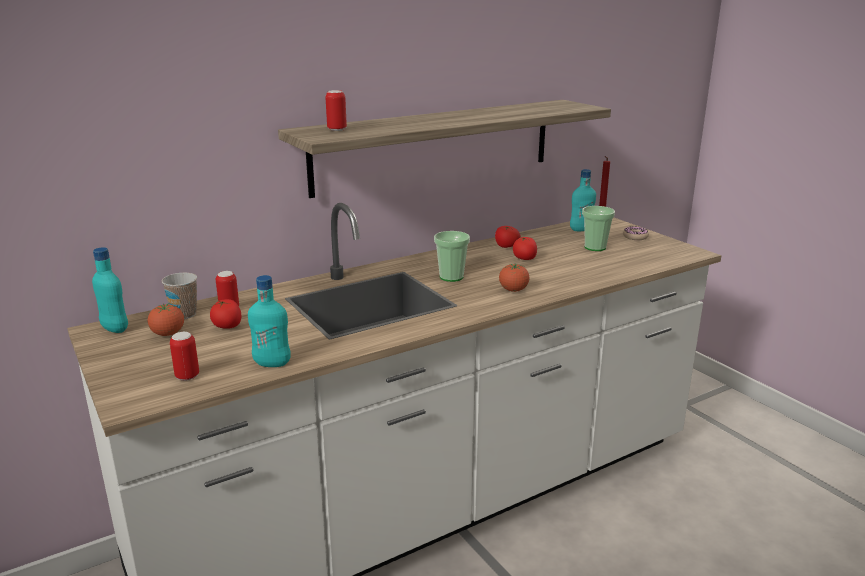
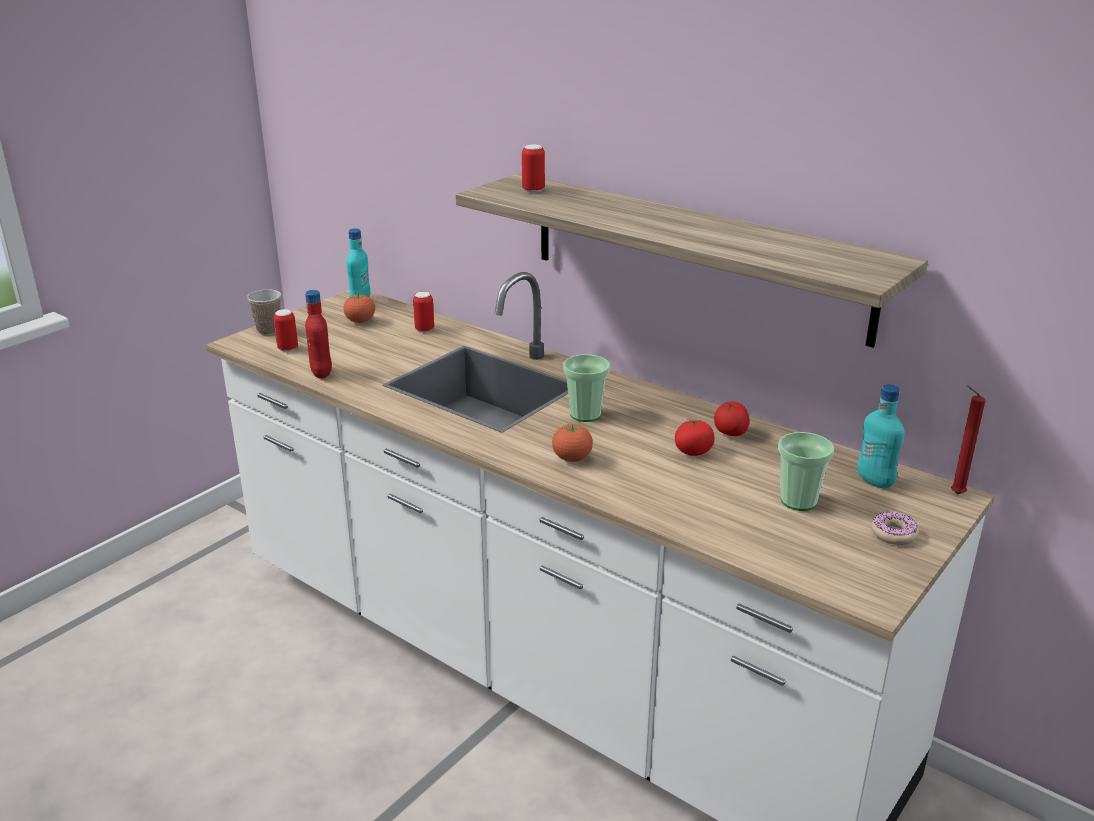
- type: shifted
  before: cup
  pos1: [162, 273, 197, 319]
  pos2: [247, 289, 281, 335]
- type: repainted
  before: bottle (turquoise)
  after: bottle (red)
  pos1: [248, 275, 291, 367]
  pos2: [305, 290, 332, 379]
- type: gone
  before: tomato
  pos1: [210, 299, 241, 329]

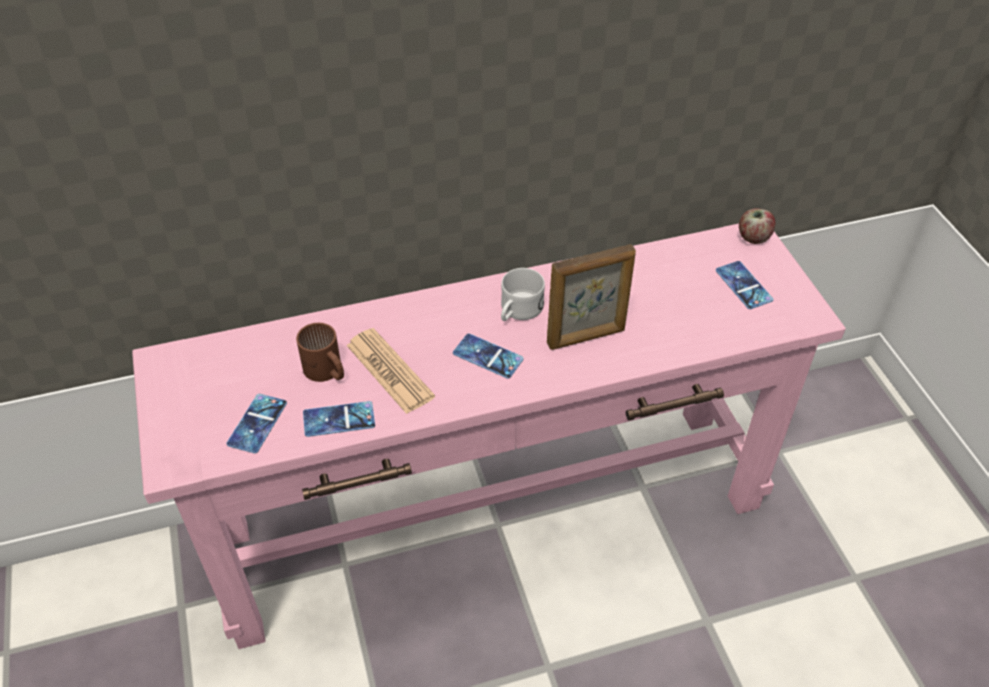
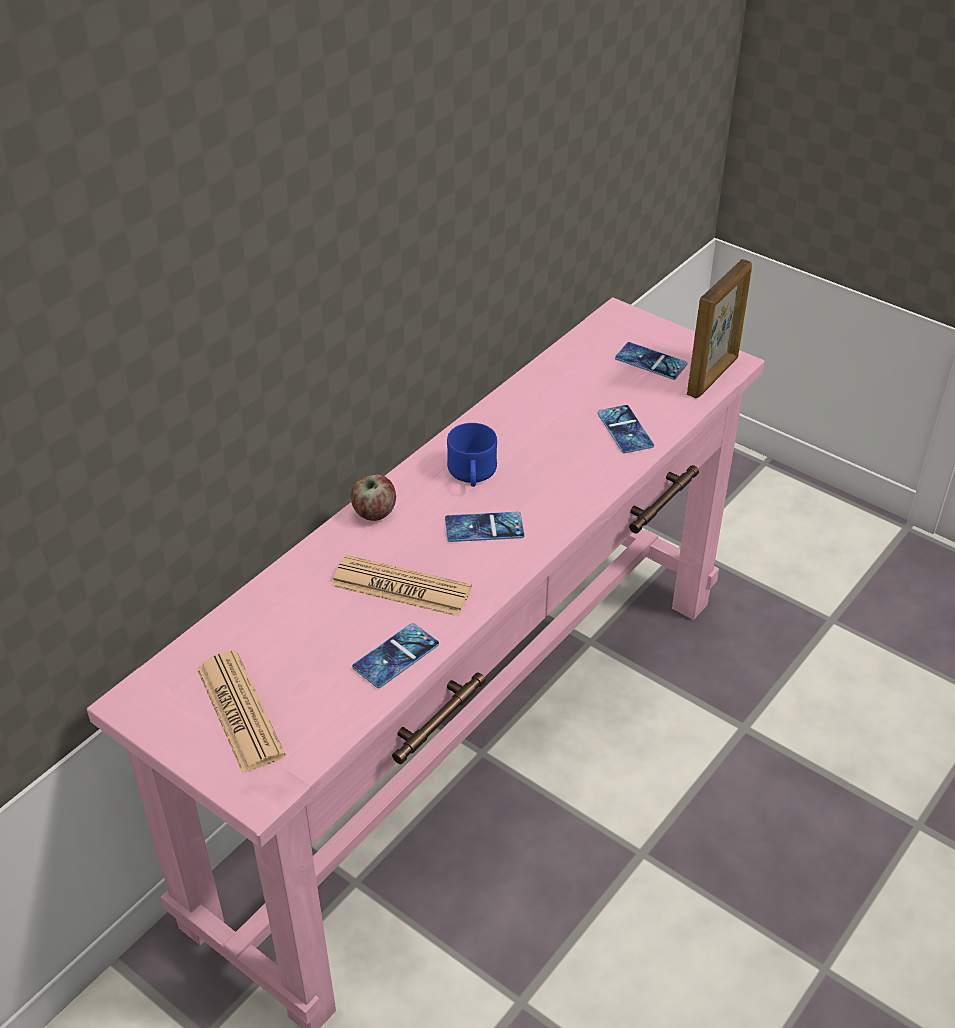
- type: new
  after: newspaper
  pos2: [197, 650, 286, 774]
- type: shifted
  before: apple
  pos1: [739, 208, 775, 244]
  pos2: [351, 475, 396, 521]
- type: repainted
  before: mug (white)
  after: mug (blue)
  pos1: [501, 268, 545, 321]
  pos2: [447, 423, 497, 487]
- type: shifted
  before: phone
  pos1: [226, 394, 287, 453]
  pos2: [597, 405, 654, 453]
- type: shifted
  before: picture frame
  pos1: [547, 244, 636, 350]
  pos2: [687, 259, 752, 398]
- type: gone
  before: mug (brown)
  pos1: [296, 323, 344, 382]

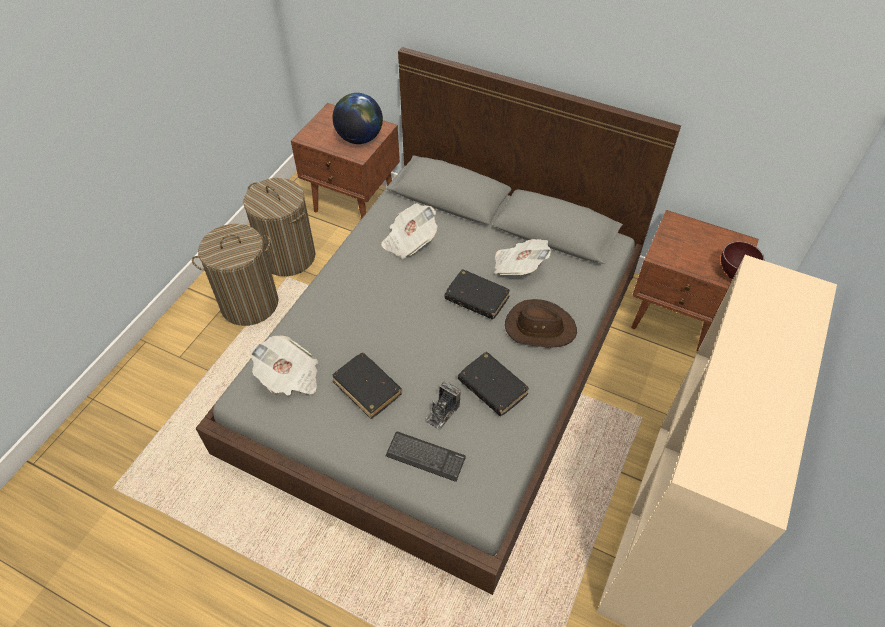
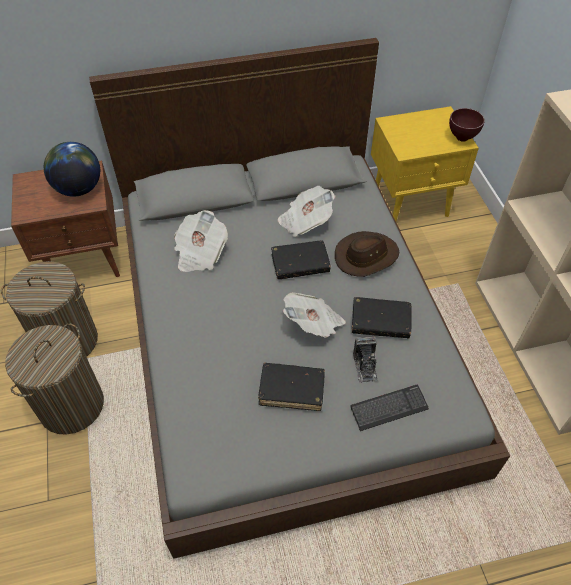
- type: shifted
  before: newspaper
  pos1: [250, 336, 318, 396]
  pos2: [283, 292, 346, 338]
- type: repainted
  before: nightstand (brown)
  after: nightstand (yellow)
  pos1: [631, 210, 759, 352]
  pos2: [371, 106, 479, 221]

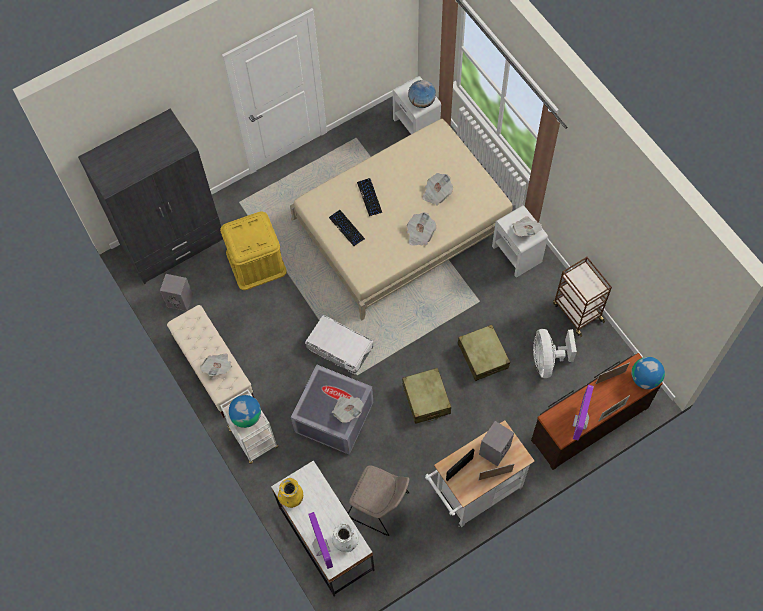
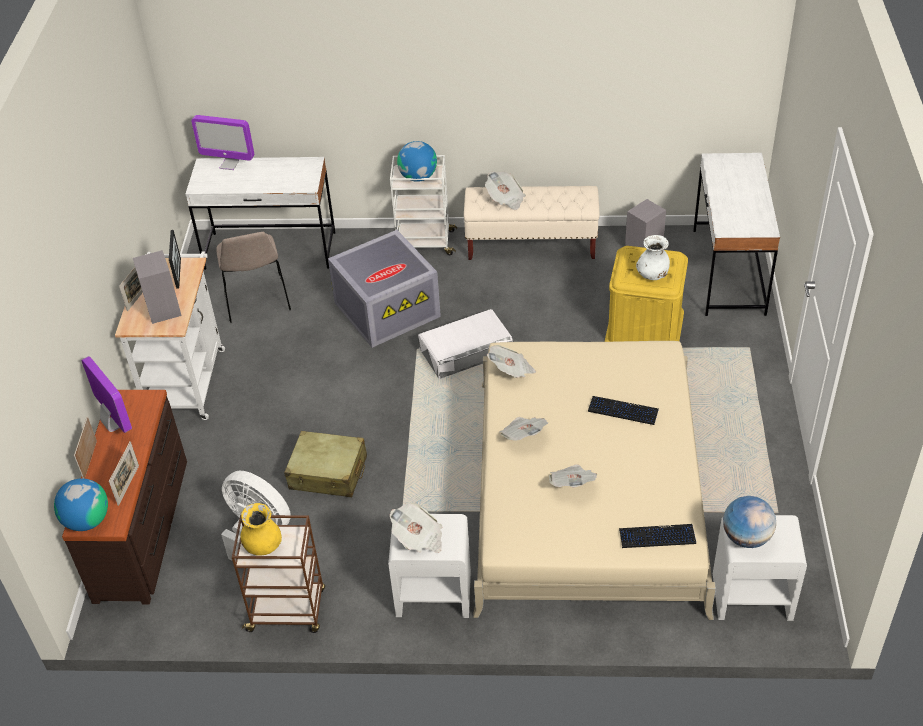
- type: rotated
  before: chair (beige)
  pos1: [348, 465, 409, 536]
  pos2: [216, 232, 291, 323]
  turn: -75
- type: shifted
  before: vase (yellow)
  pos1: [278, 478, 303, 508]
  pos2: [240, 503, 282, 556]
- type: shifted
  before: newspaper
  pos1: [332, 396, 364, 423]
  pos2: [486, 345, 536, 378]
- type: shifted
  before: keyboard
  pos1: [329, 210, 365, 246]
  pos2: [619, 524, 696, 548]
- type: shifted
  before: vase (white)
  pos1: [332, 523, 359, 552]
  pos2: [636, 235, 670, 280]
- type: swapped
  before: wardrobe (grey)
  after: desk (white)
  pos1: [78, 109, 223, 284]
  pos2: [693, 153, 780, 316]
- type: gone
  before: suitcase (beige)
  pos1: [402, 368, 451, 424]

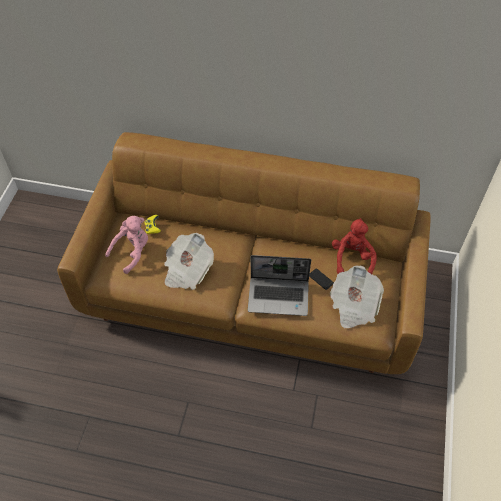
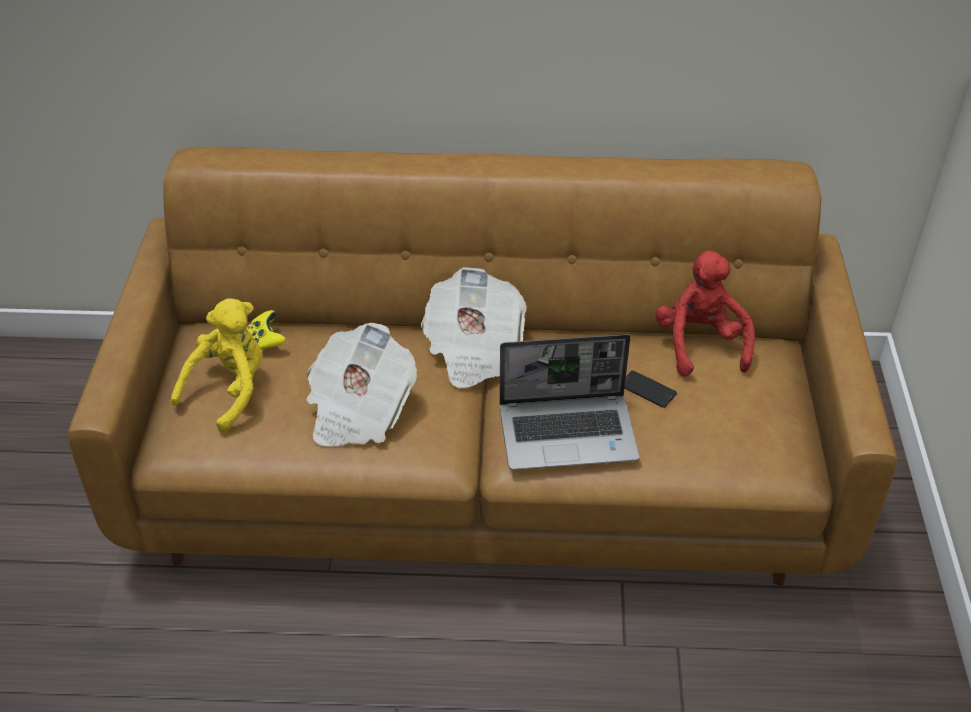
- type: repainted
  before: plush toy (pink)
  after: plush toy (yellow)
  pos1: [105, 216, 148, 274]
  pos2: [171, 299, 263, 433]
- type: shifted
  before: newspaper
  pos1: [330, 266, 384, 328]
  pos2: [421, 267, 527, 389]

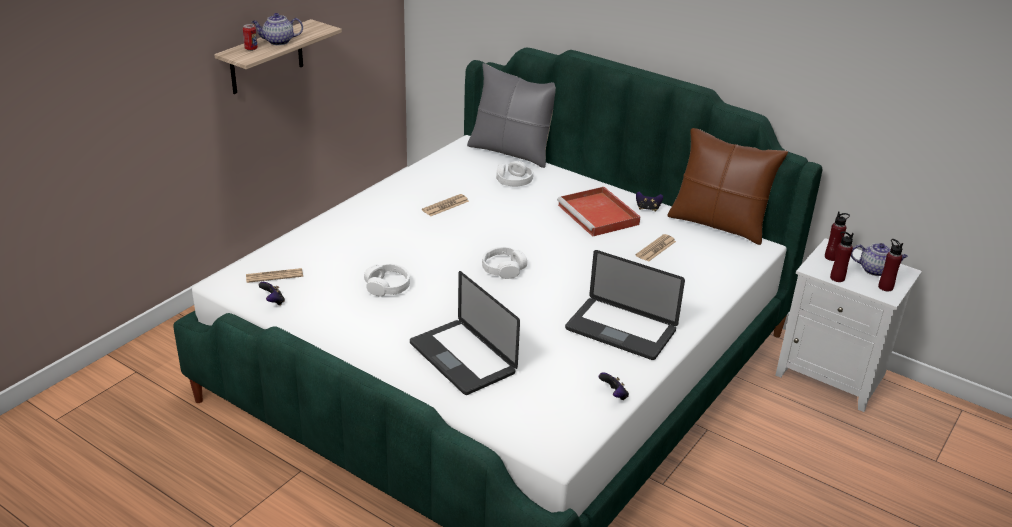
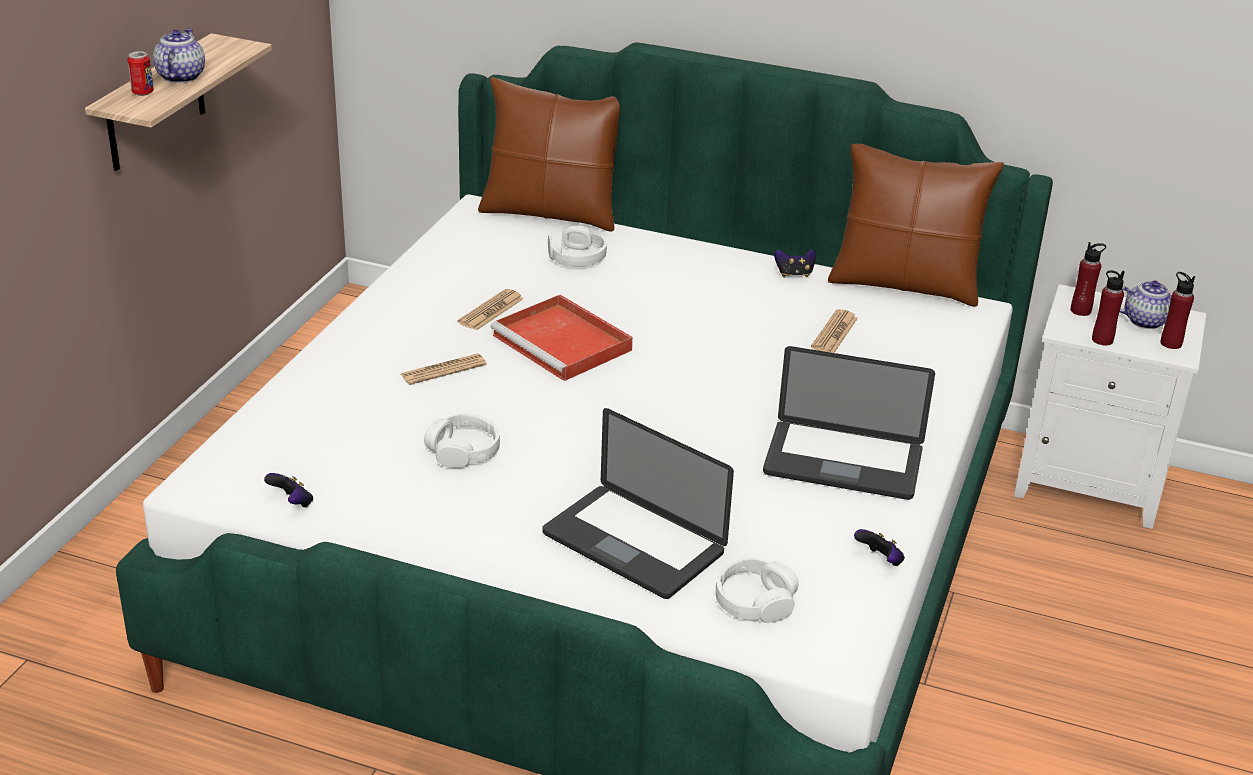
- type: rotated
  before: teapot
  pos1: [252, 13, 303, 45]
  pos2: [153, 28, 205, 83]
  turn: 120
- type: shifted
  before: newspaper
  pos1: [246, 268, 303, 283]
  pos2: [401, 353, 487, 385]
- type: repainted
  before: pillow (grey)
  after: pillow (brown)
  pos1: [467, 63, 556, 168]
  pos2: [478, 77, 620, 232]
- type: shifted
  before: tray (red)
  pos1: [557, 187, 640, 237]
  pos2: [490, 295, 633, 381]
- type: shifted
  before: headphones (white)
  pos1: [482, 247, 527, 279]
  pos2: [716, 558, 799, 623]

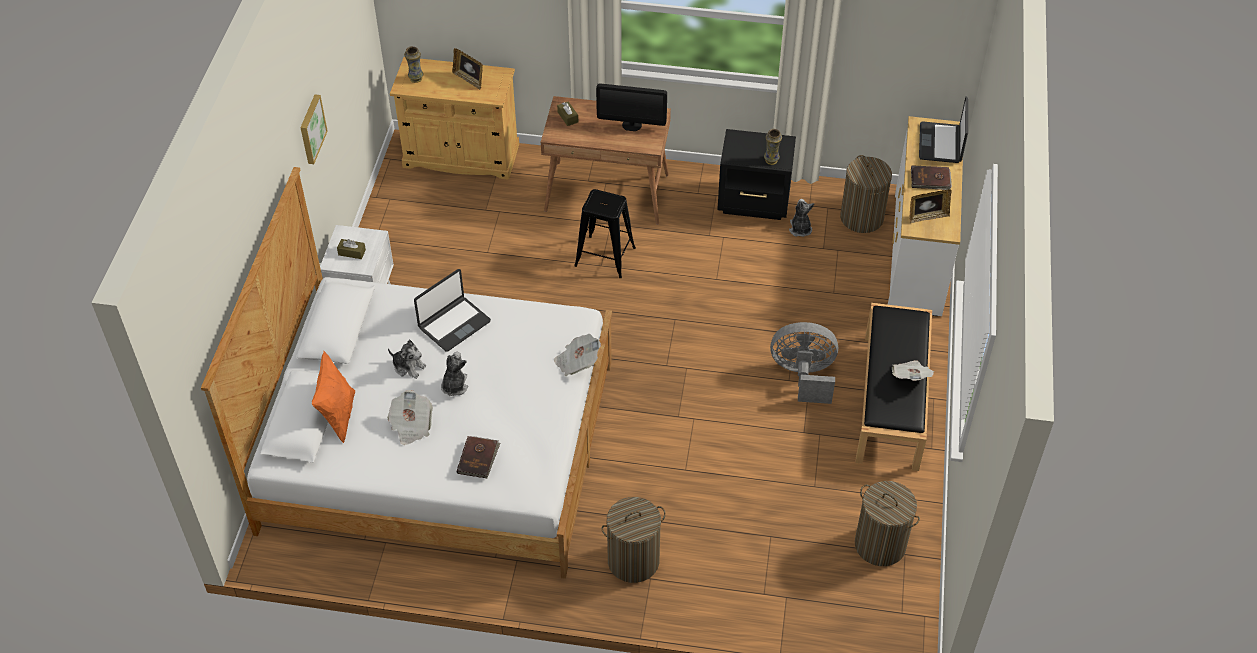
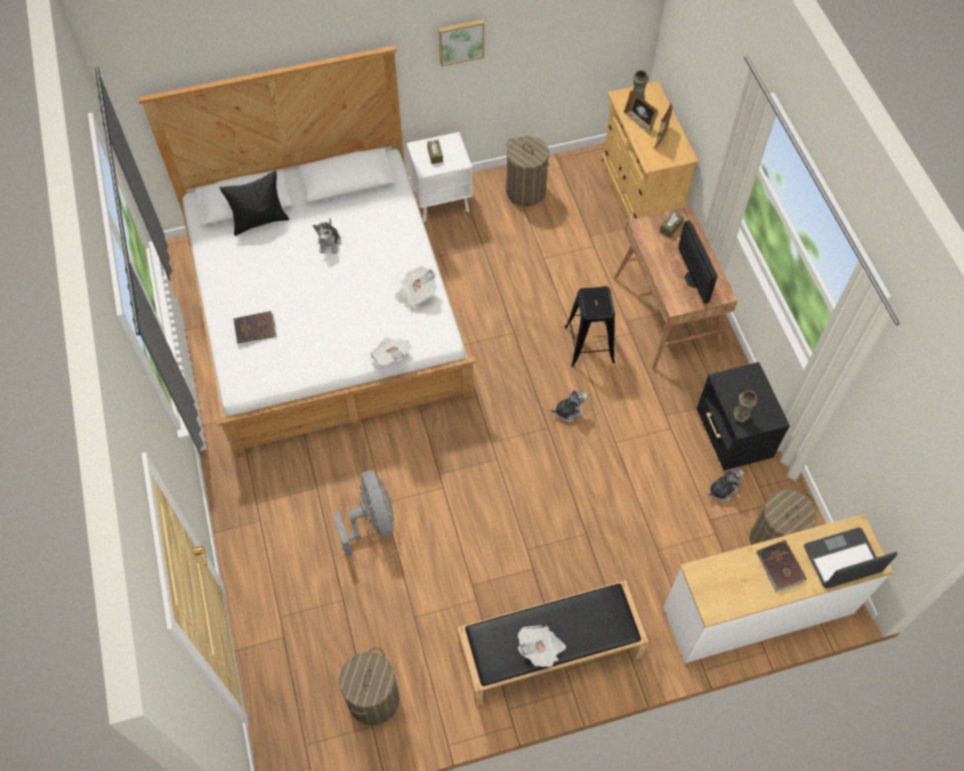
- type: repainted
  before: pillow (orange)
  after: pillow (black)
  pos1: [312, 351, 355, 443]
  pos2: [220, 170, 289, 236]
- type: shifted
  before: fan (grey)
  pos1: [770, 322, 838, 404]
  pos2: [333, 470, 394, 557]
- type: shifted
  before: newspaper
  pos1: [387, 390, 433, 445]
  pos2: [395, 266, 437, 310]
- type: shifted
  before: laundry basket
  pos1: [601, 497, 665, 583]
  pos2: [506, 136, 550, 207]
- type: shifted
  before: plush toy
  pos1: [441, 352, 468, 397]
  pos2: [551, 390, 588, 422]
- type: shifted
  before: picture frame
  pos1: [909, 189, 952, 223]
  pos2: [624, 90, 658, 135]
- type: gone
  before: laptop
  pos1: [414, 269, 491, 352]

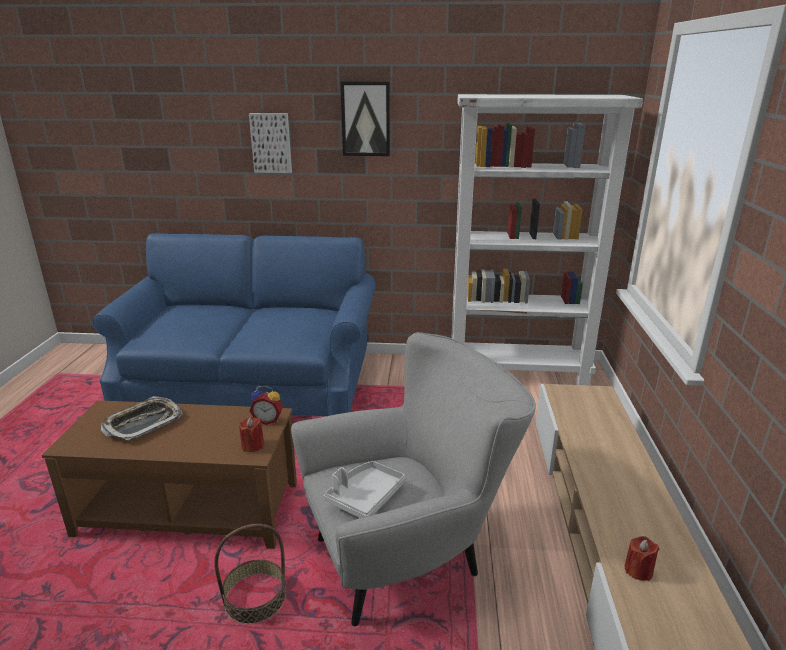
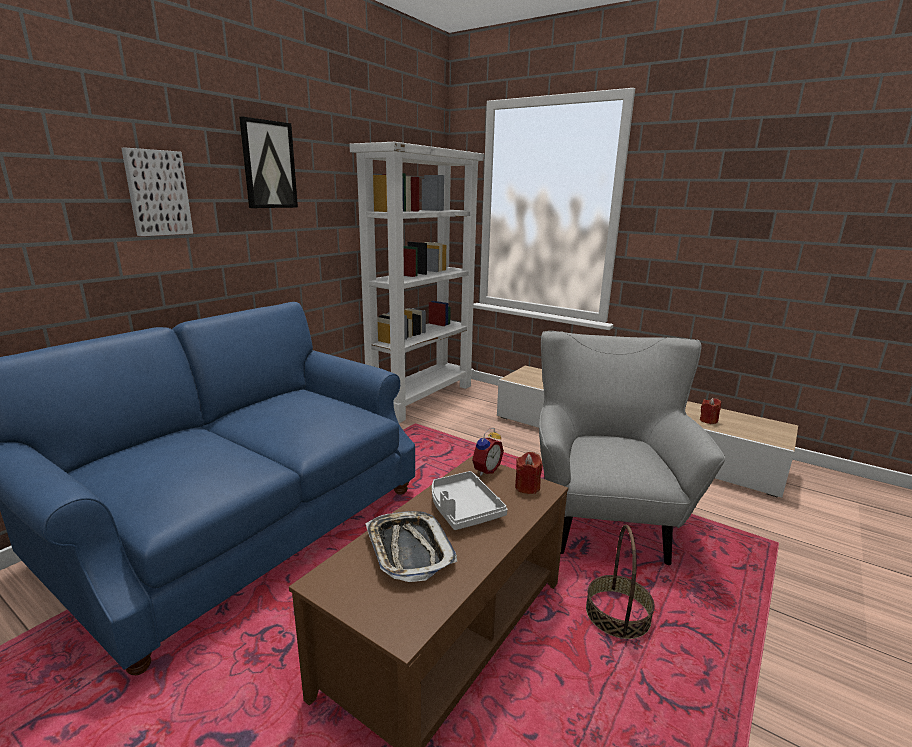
- type: shifted
  before: tray (grey)
  pos1: [324, 461, 406, 518]
  pos2: [432, 471, 508, 530]

